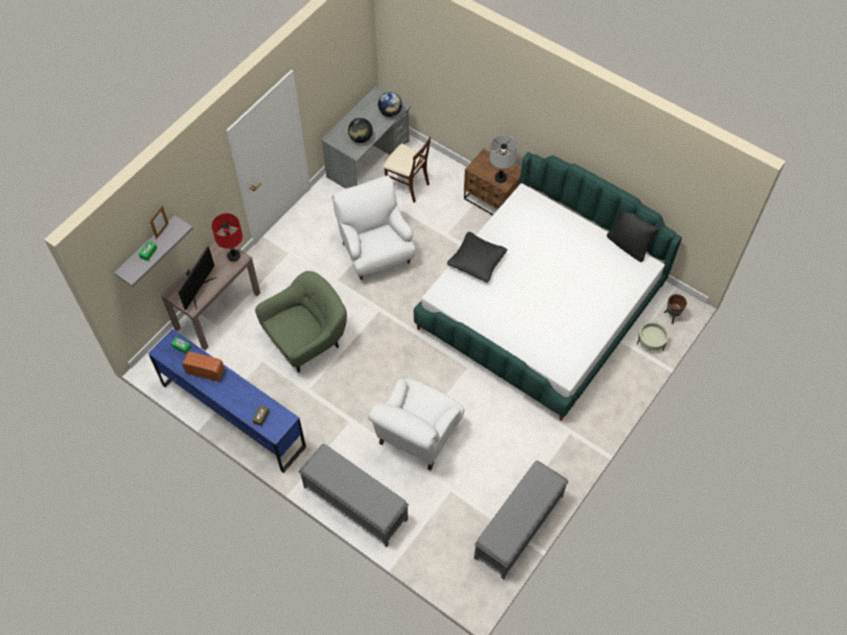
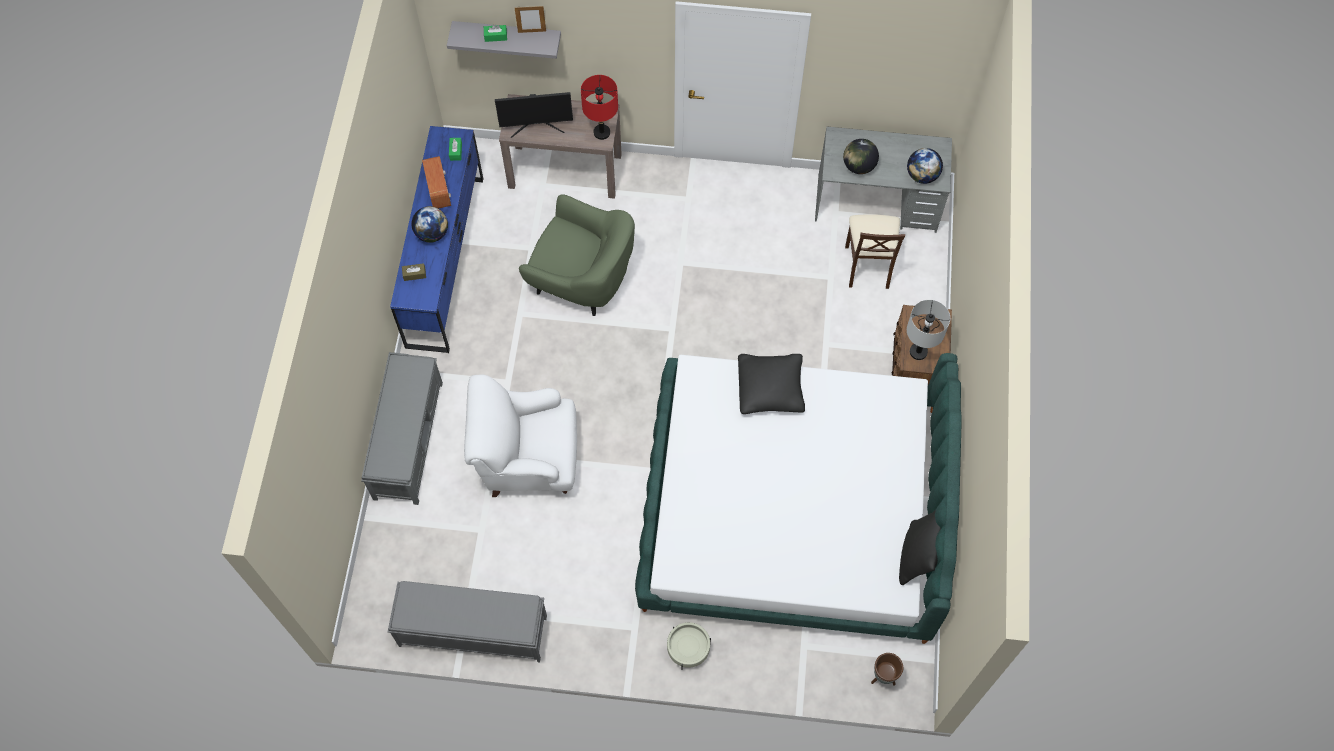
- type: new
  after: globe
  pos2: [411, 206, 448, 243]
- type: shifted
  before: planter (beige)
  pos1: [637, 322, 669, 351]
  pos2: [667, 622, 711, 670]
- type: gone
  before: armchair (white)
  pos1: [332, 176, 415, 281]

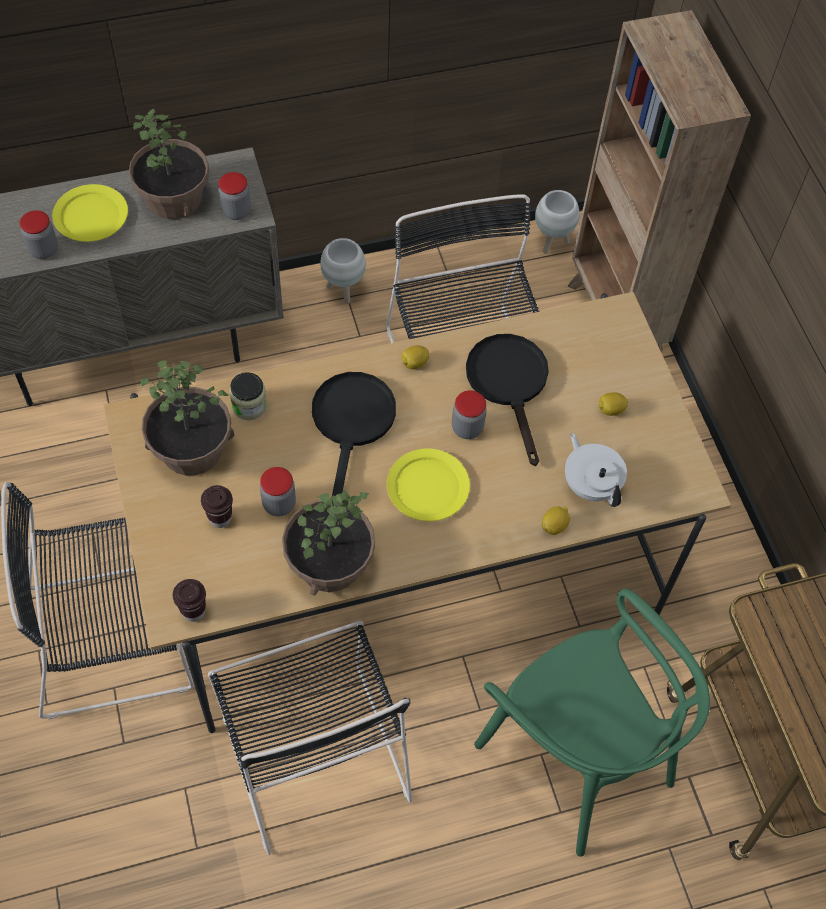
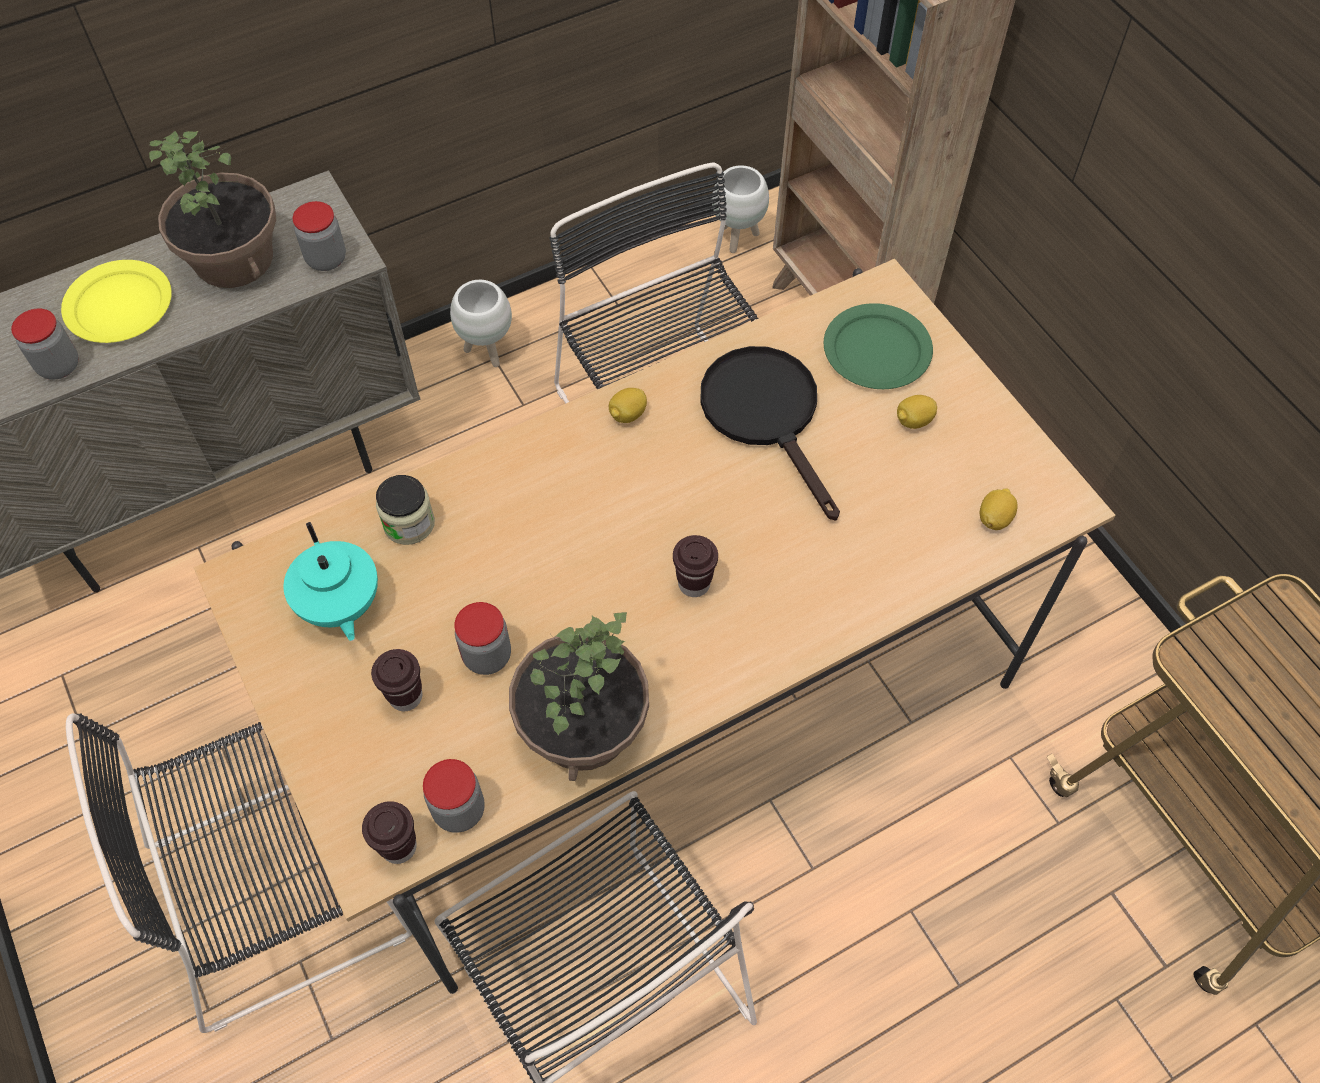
- type: swapped
  before: potted plant
  after: teapot (turquoise)
  pos1: [141, 360, 234, 475]
  pos2: [284, 522, 378, 641]
- type: shifted
  before: jar
  pos1: [452, 390, 487, 439]
  pos2: [423, 759, 485, 833]
- type: swapped
  before: plate (yellow)
  after: cup (brown)
  pos1: [387, 448, 470, 521]
  pos2: [673, 535, 718, 597]
- type: new
  after: plate (green)
  pos2: [824, 303, 933, 389]
- type: shifted
  before: lemon
  pos1: [542, 506, 570, 535]
  pos2: [980, 488, 1018, 530]
- type: gone
  before: frying pan (black)
  pos1: [312, 372, 396, 496]
- type: gone
  before: chair (green)
  pos1: [474, 588, 710, 857]
- type: gone
  before: teapot (white)
  pos1: [565, 433, 627, 507]

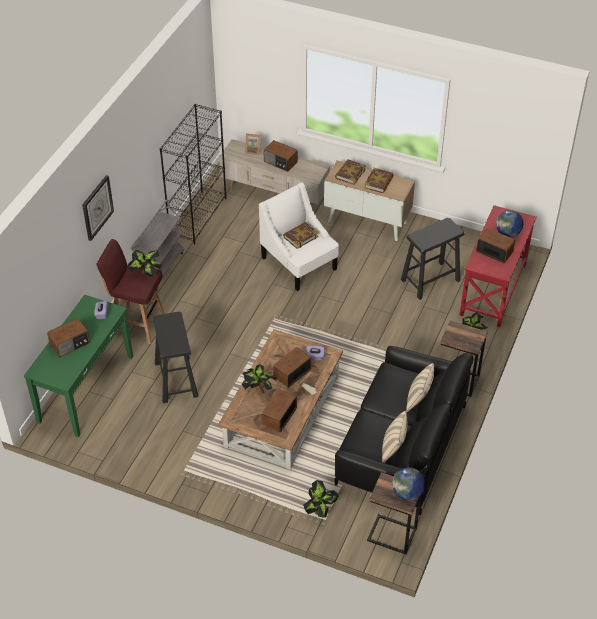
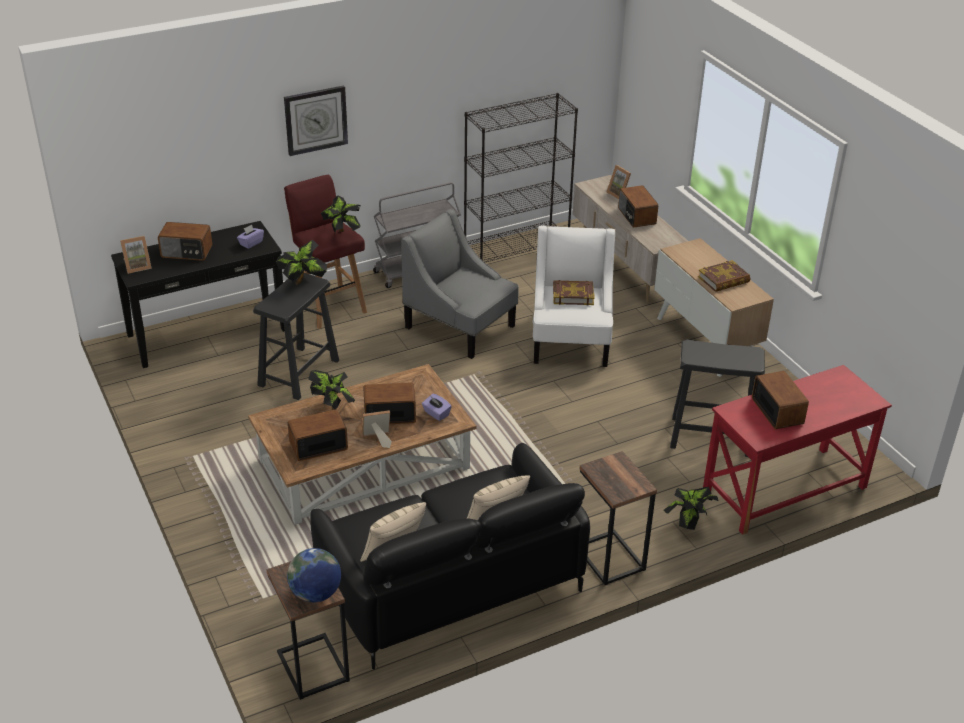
- type: repainted
  before: console table (green)
  after: console table (black)
  pos1: [24, 295, 133, 437]
  pos2: [111, 221, 285, 368]
- type: new
  after: picture frame
  pos2: [120, 236, 152, 274]
- type: shifted
  before: potted plant
  pos1: [303, 480, 339, 518]
  pos2: [276, 240, 327, 284]
- type: new
  after: armchair (grey)
  pos2: [401, 209, 519, 359]
- type: gone
  before: book
  pos1: [335, 159, 366, 185]
- type: gone
  before: globe
  pos1: [496, 210, 523, 237]

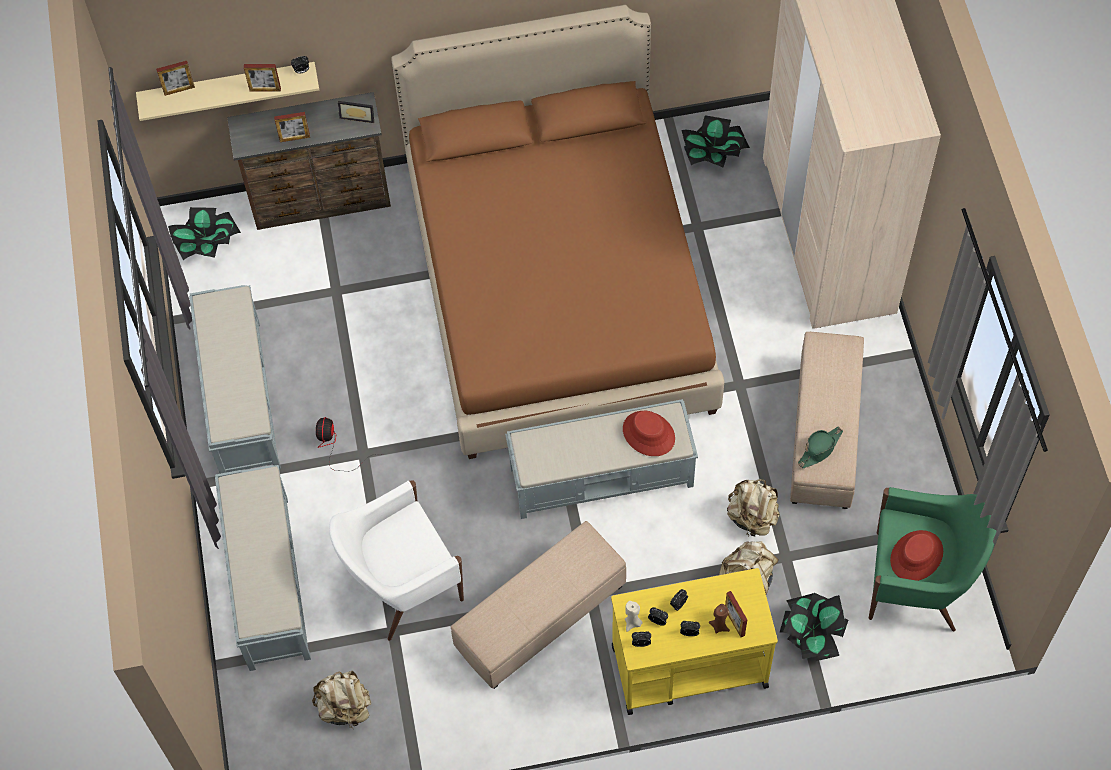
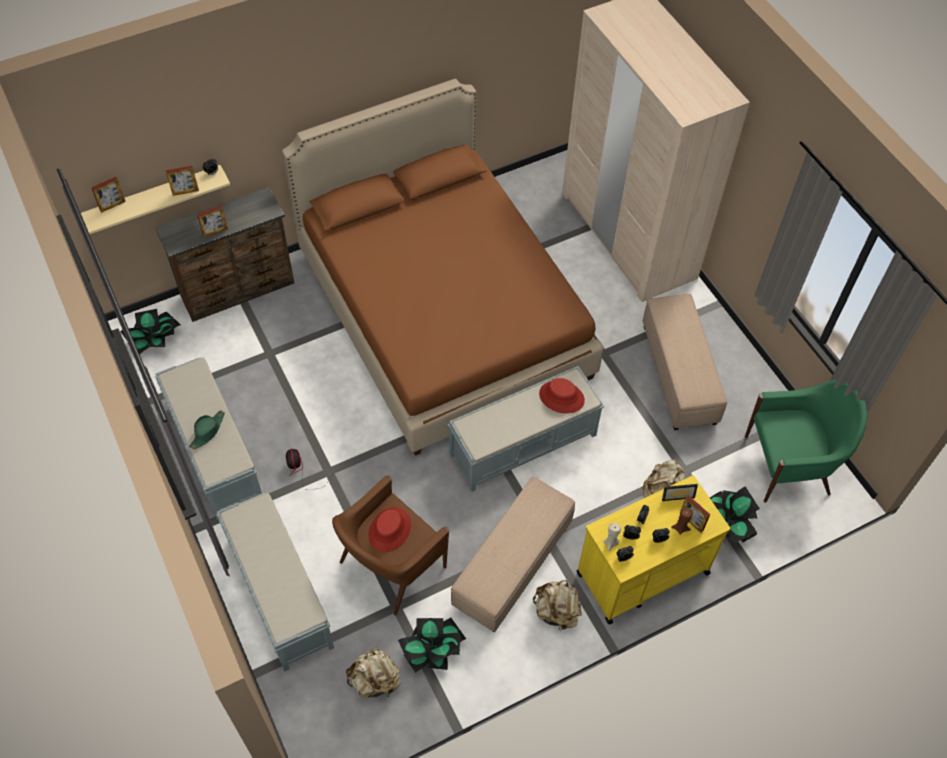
- type: shifted
  before: hat (green)
  pos1: [798, 427, 843, 468]
  pos2: [189, 410, 225, 450]
- type: repainted
  before: armchair (white)
  after: armchair (brown)
  pos1: [329, 480, 464, 641]
  pos2: [332, 476, 449, 615]
- type: shifted
  before: hat (red)
  pos1: [890, 530, 943, 581]
  pos2: [369, 507, 411, 552]
- type: shifted
  before: potted plant
  pos1: [681, 115, 750, 167]
  pos2: [398, 618, 466, 673]
- type: shifted
  before: backpack (beige)
  pos1: [727, 479, 780, 536]
  pos2: [533, 580, 582, 631]
- type: shifted
  before: picture frame
  pos1: [338, 101, 374, 123]
  pos2: [662, 484, 698, 501]

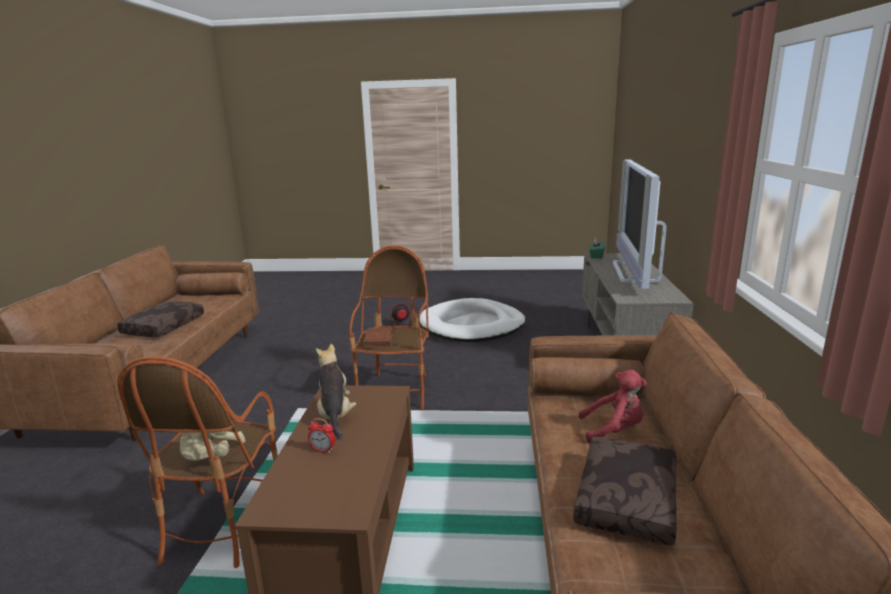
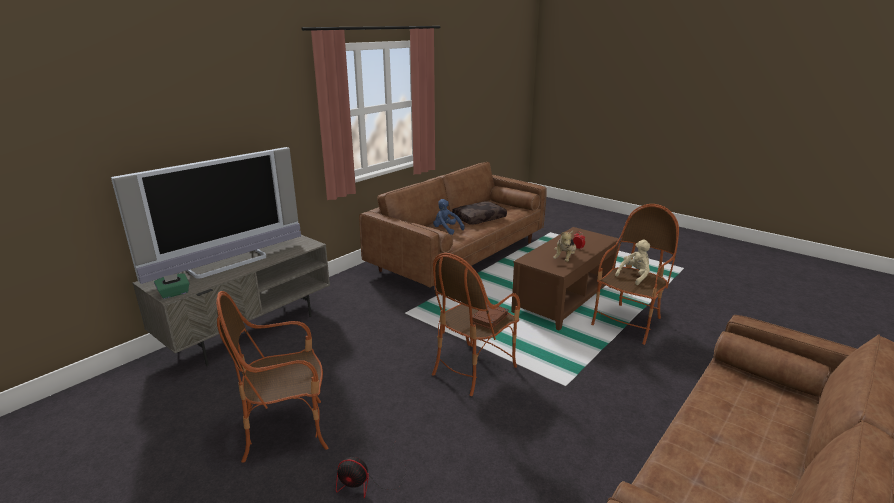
- type: swapped
  before: dog bed (white)
  after: armchair
  pos1: [420, 298, 525, 342]
  pos2: [216, 291, 328, 463]
- type: repainted
  before: plush toy (red)
  after: plush toy (blue)
  pos1: [578, 370, 647, 443]
  pos2: [433, 199, 465, 235]
- type: gone
  before: pillow (brown)
  pos1: [117, 301, 204, 337]

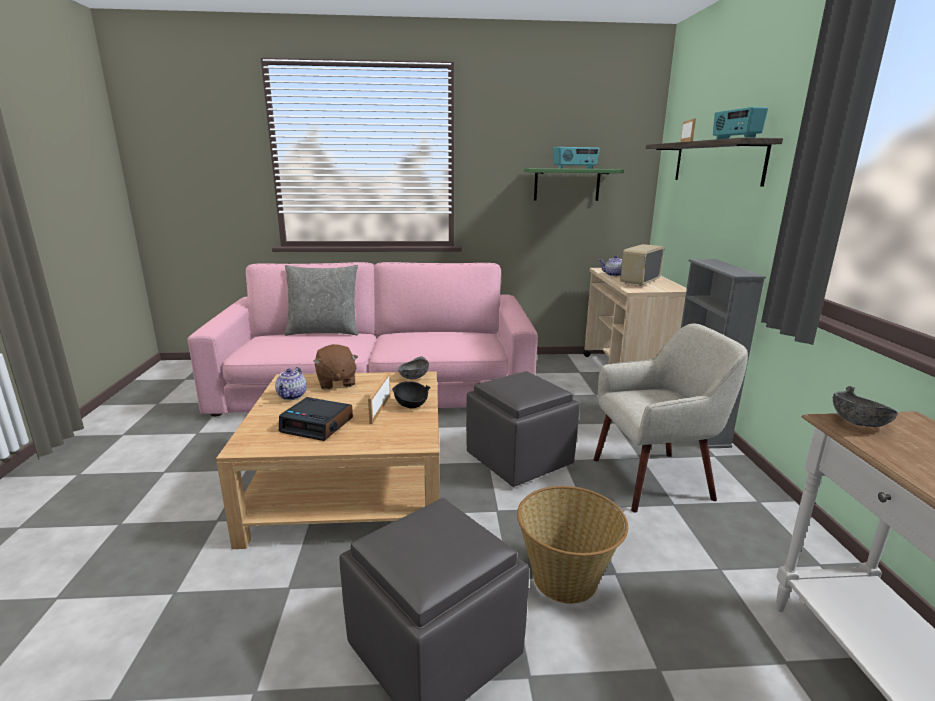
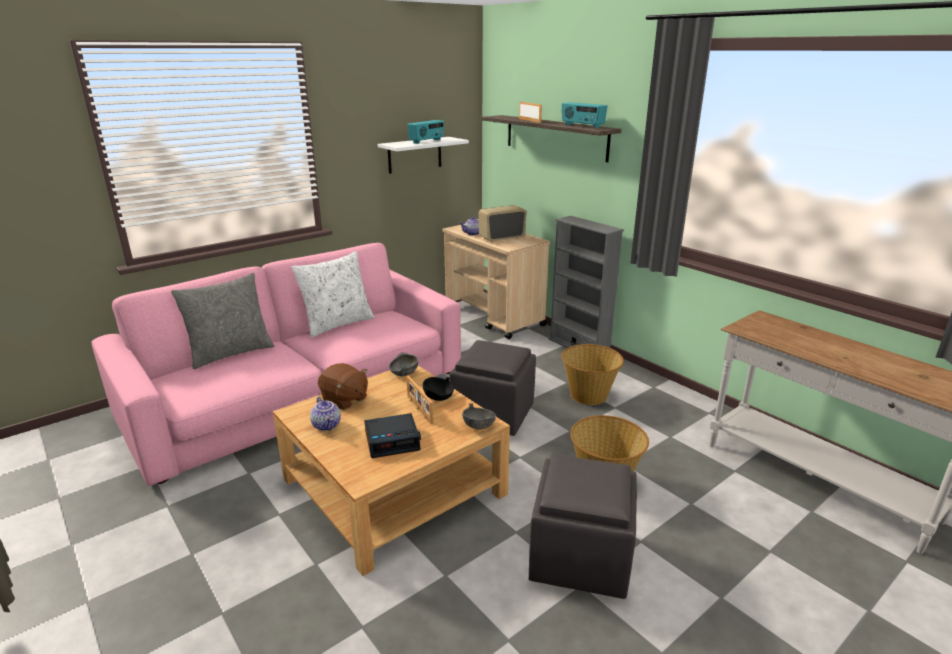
- type: new
  after: pillow (white)
  pos2: [291, 251, 375, 338]
- type: repainted
  before: shelf (green)
  after: shelf (white)
  pos1: [524, 168, 624, 201]
  pos2: [378, 137, 469, 174]
- type: shifted
  before: bowl (grey)
  pos1: [833, 386, 898, 427]
  pos2: [462, 403, 496, 430]
- type: rotated
  before: radio
  pos1: [620, 244, 664, 286]
  pos2: [479, 205, 527, 242]
  turn: 60
- type: swapped
  before: armchair (beige)
  after: basket
  pos1: [593, 323, 748, 512]
  pos2: [561, 344, 624, 405]

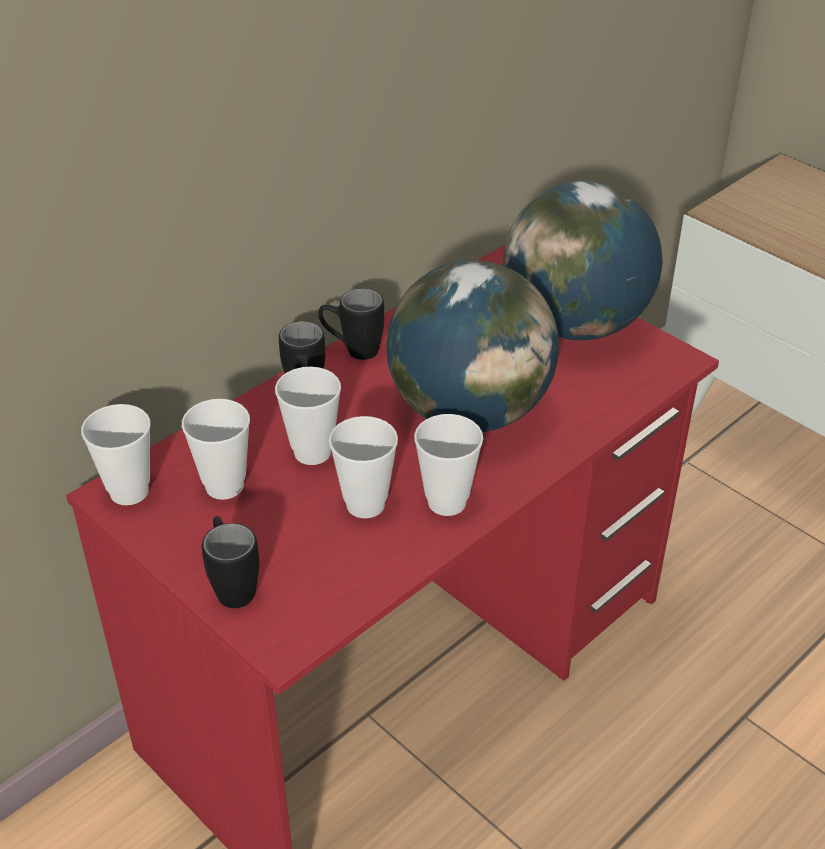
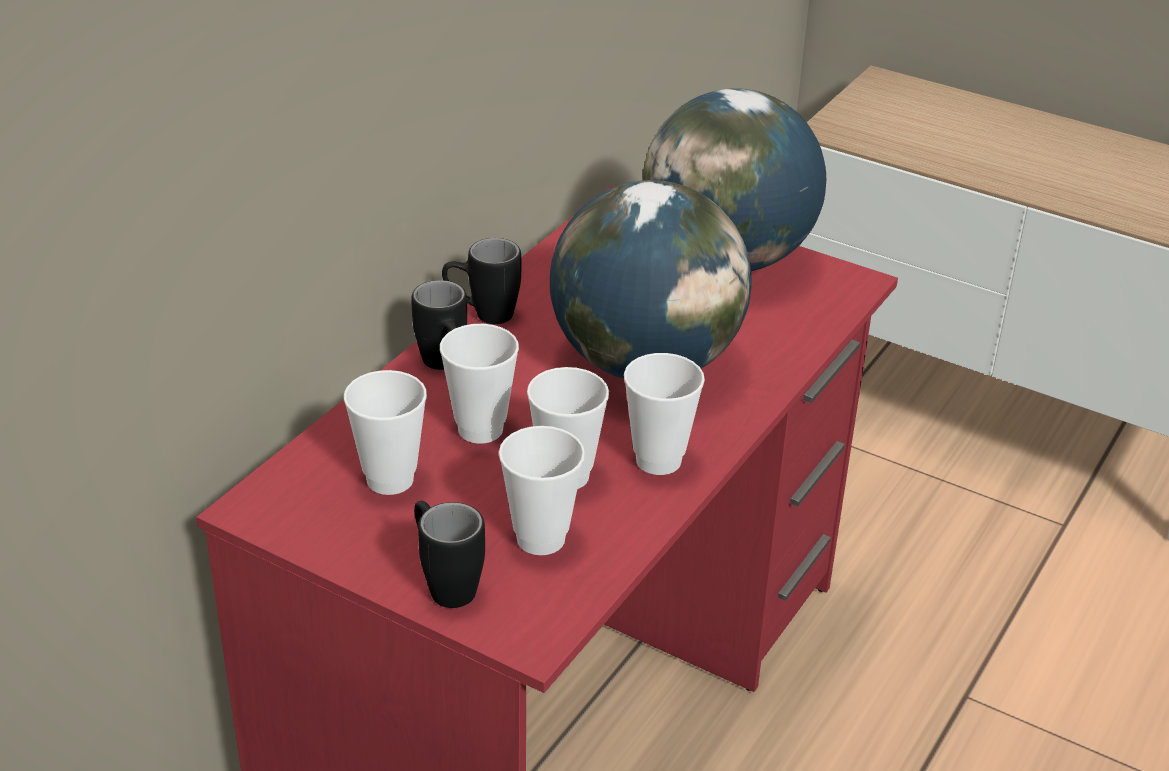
- type: shifted
  before: cup
  pos1: [81, 404, 151, 505]
  pos2: [499, 426, 585, 555]

